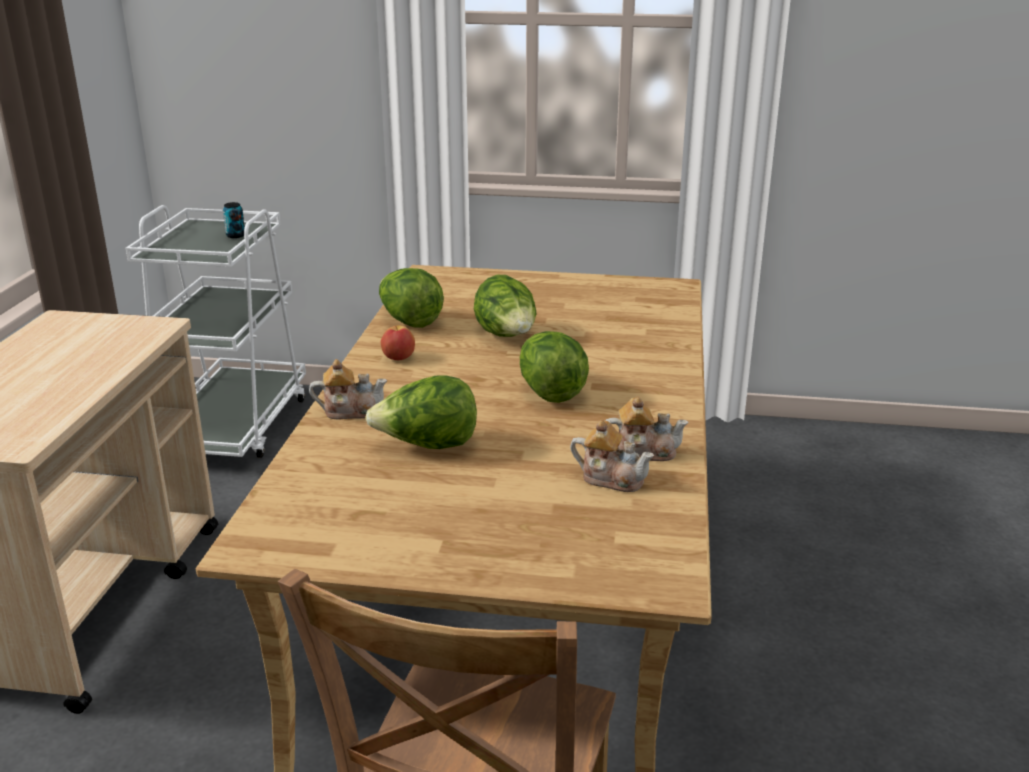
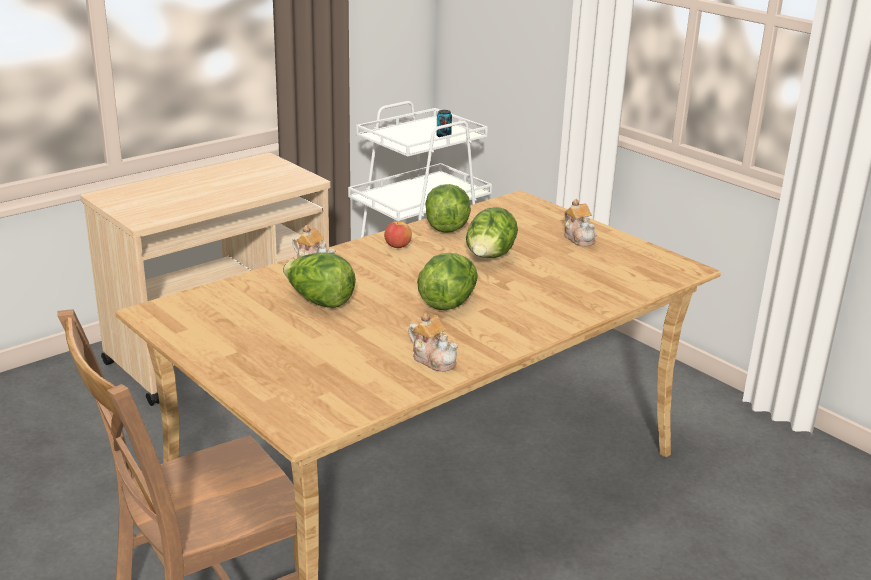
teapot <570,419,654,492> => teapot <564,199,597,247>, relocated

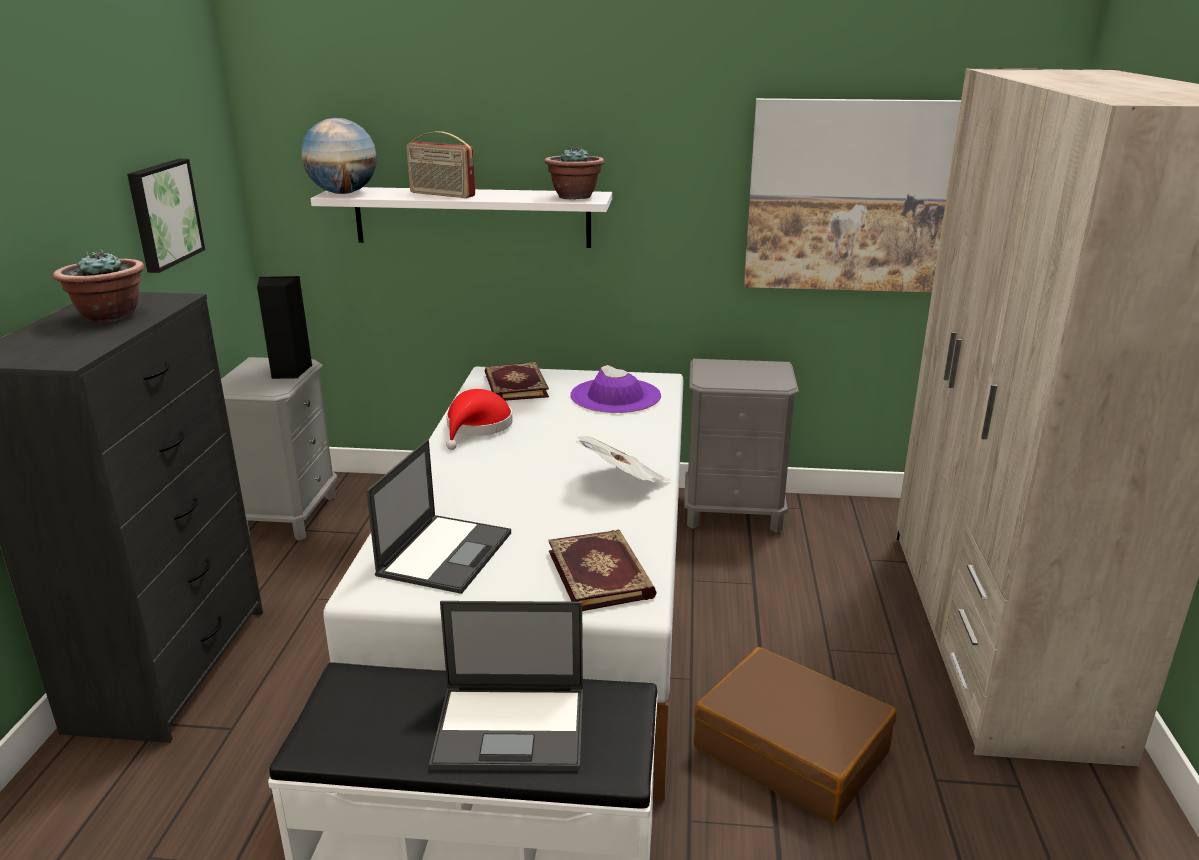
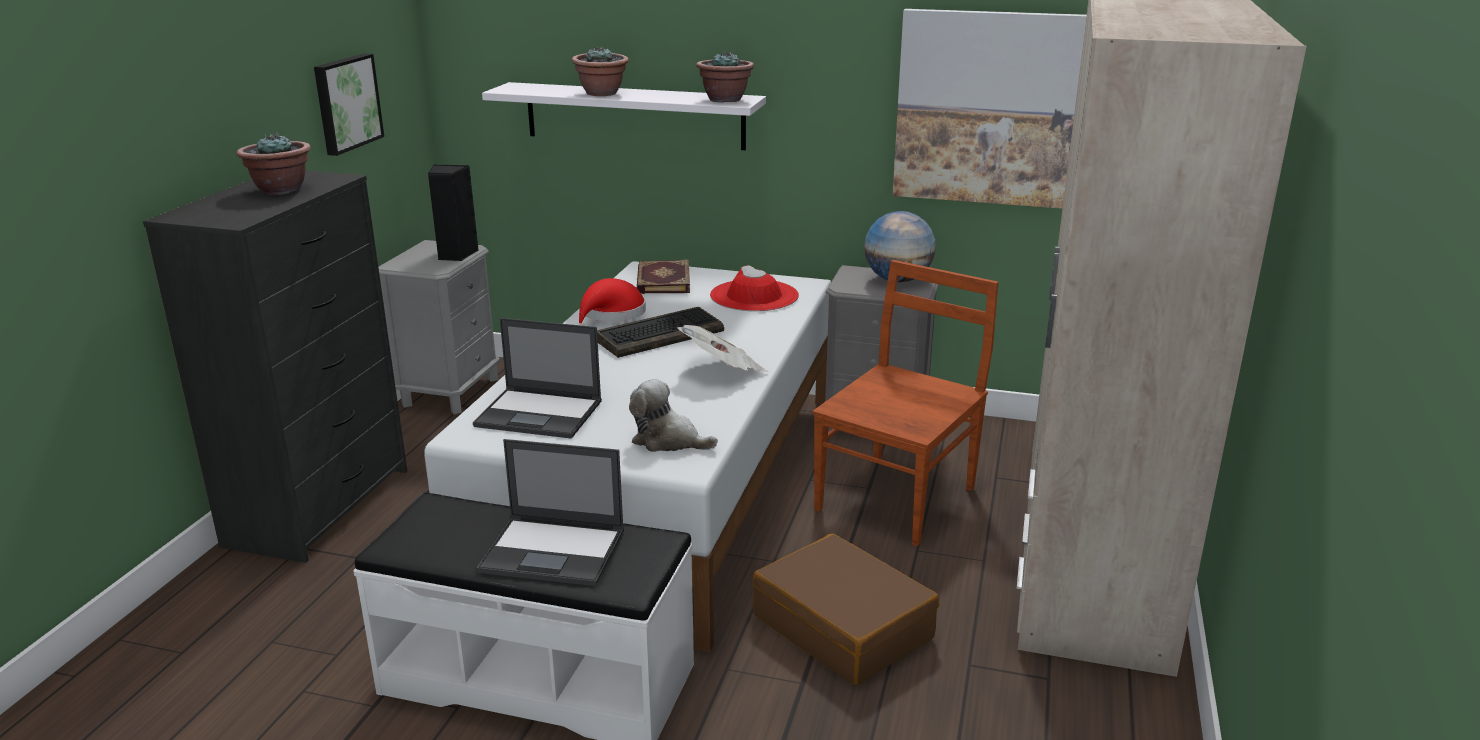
laptop <366,439,511,594> => laptop <473,318,602,439>, 75 degrees clockwise
radio <406,131,475,198> => potted plant <572,46,629,96>
nothing => keyboard <597,307,724,358>
book <548,530,657,611> => plush toy <629,379,718,452>
purple hat <570,365,661,413> => red hat <710,265,799,311>
nothing => brown chair <812,260,999,546>
globe <301,118,377,194> => globe <864,211,936,282>, relocated

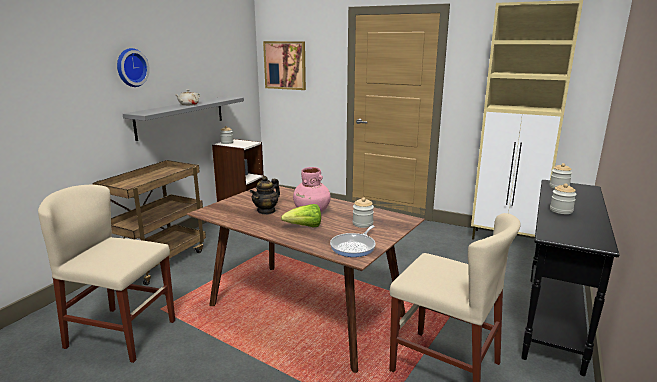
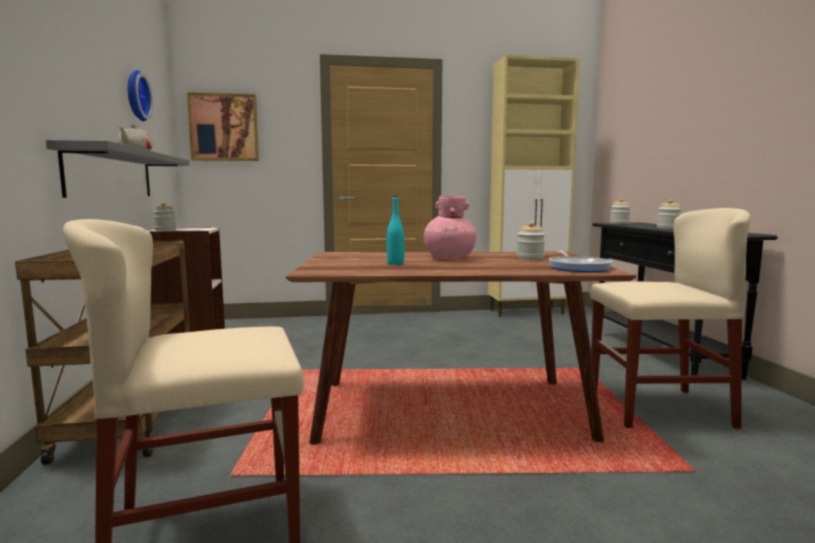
wall clock <117,48,150,87> => wall clock <127,70,153,121>, relocated
teapot <250,176,280,215> => turquoise bottle <387,196,405,265>
lettuce <281,204,321,228> => nothing

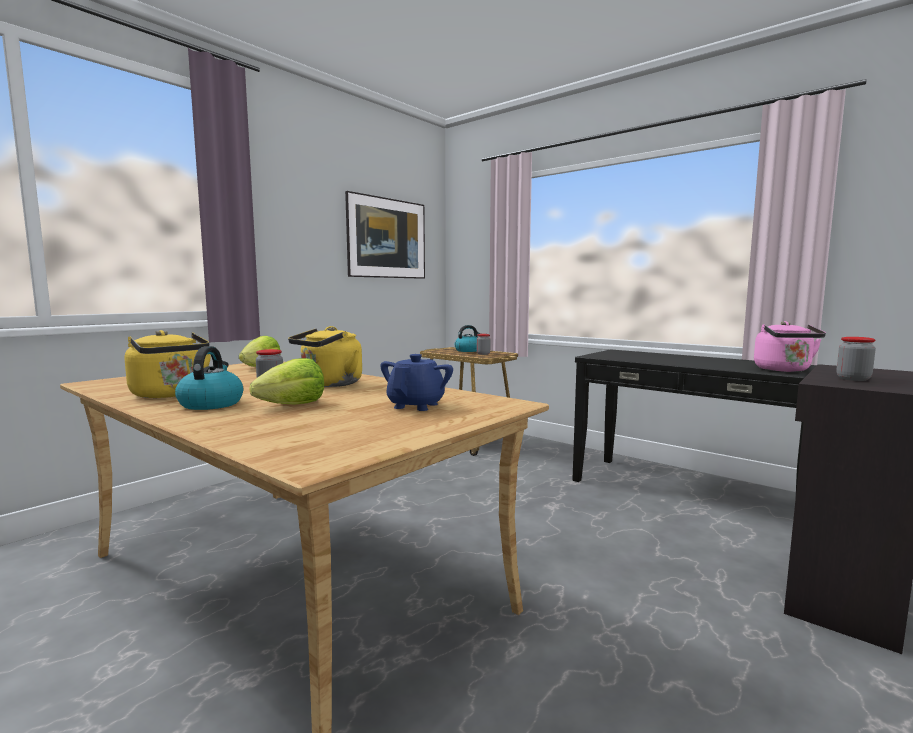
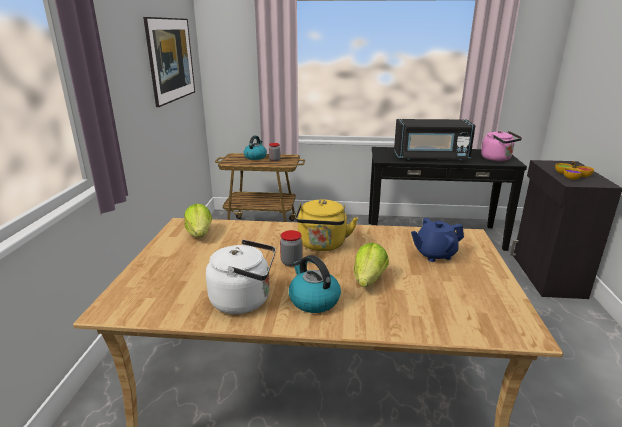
yellow kettle <125,330,211,398> => white kettle <206,239,276,314>
nothing => black microwave <394,119,476,160>
blue teapot <380,354,453,411> => blue teapot <411,218,464,262>, 90 degrees counterclockwise
jar <837,337,876,381> => bowl <555,161,594,180>

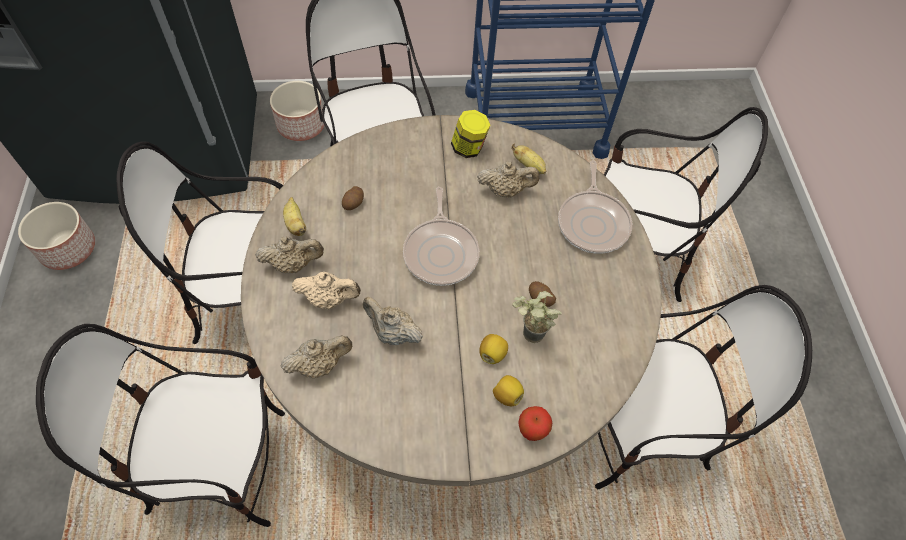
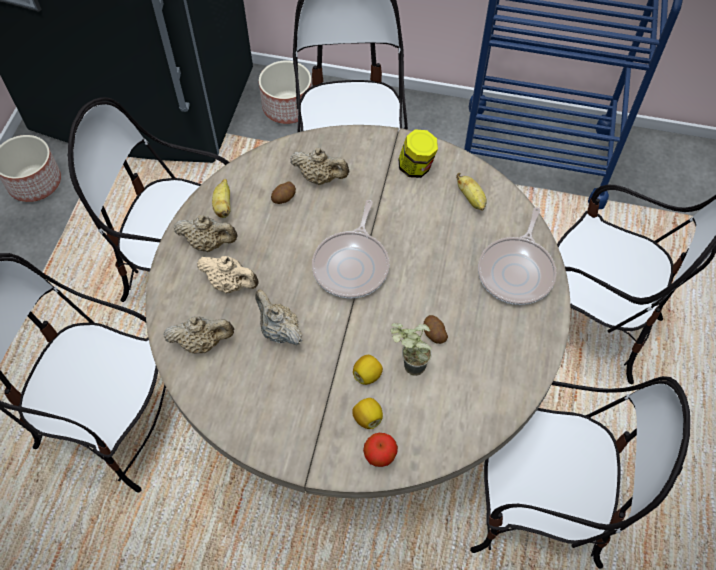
beige teapot <477,161,540,198> => beige teapot <290,148,349,185>, relocated

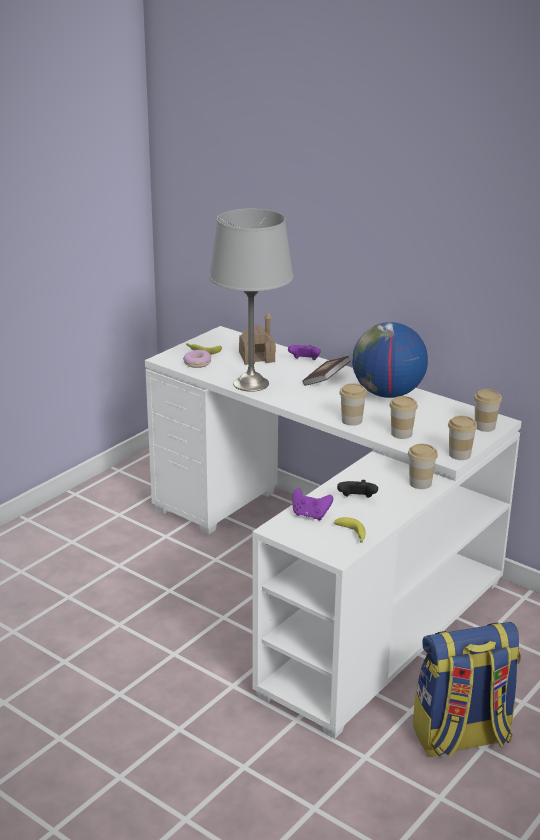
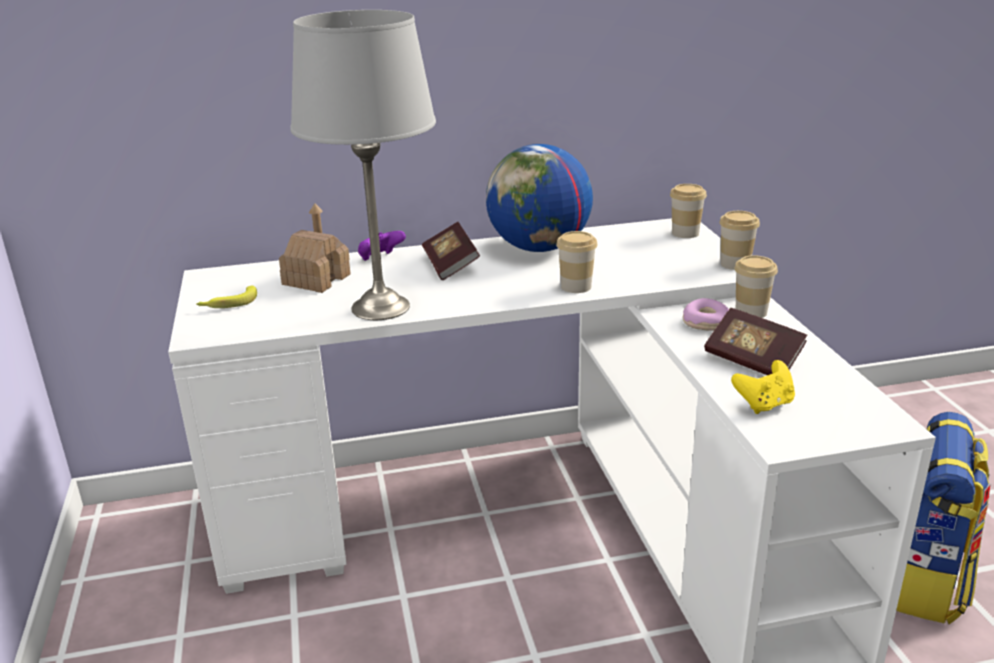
donut <183,350,211,368> => donut <683,298,729,331>, relocated
black game controller <337,480,378,498> => book <704,308,807,375>
purple game controller <292,488,333,521> => yellow game controller <731,360,795,414>
banana <334,517,366,543> => nothing
cup <389,396,418,439> => nothing

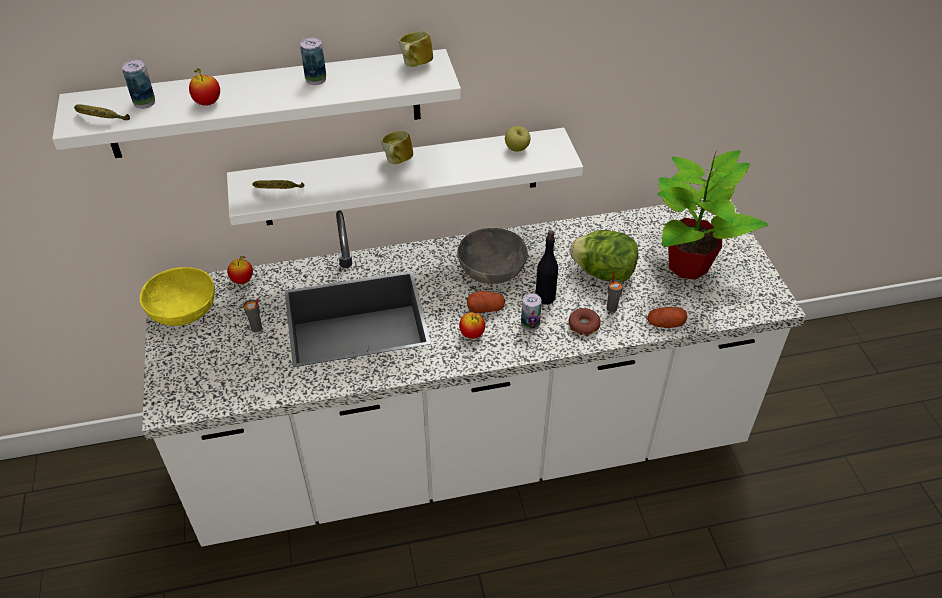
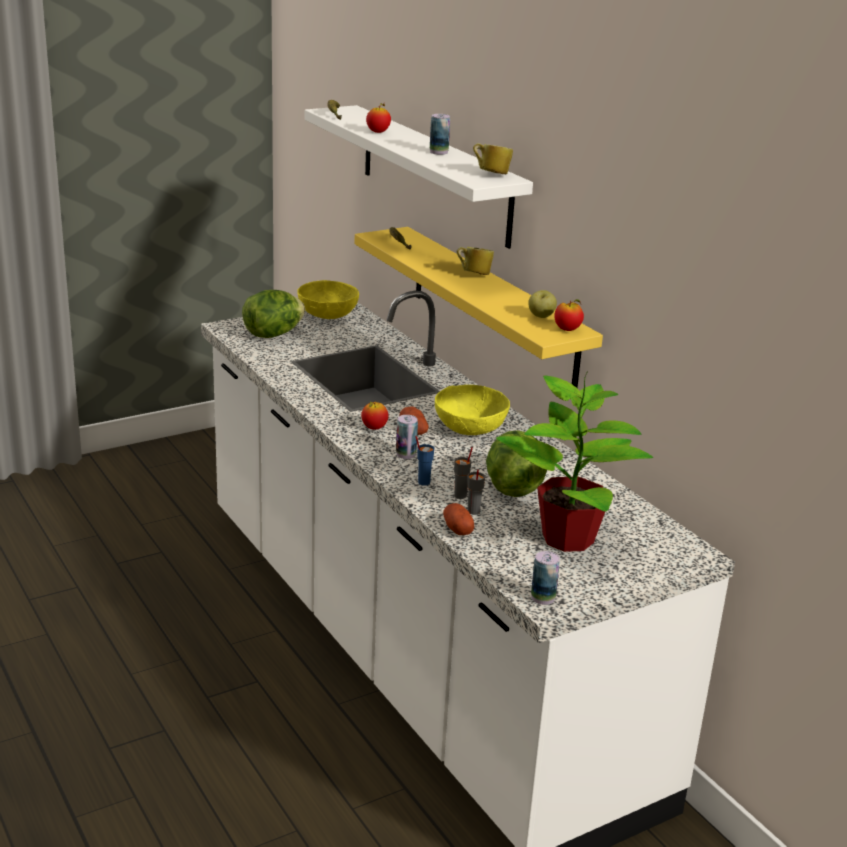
nothing => lettuce <242,290,305,338>
white shelf <227,128,583,225> => yellow shelf <354,227,603,388>
donut <569,308,601,337> => blue cup <415,436,434,486>
grey bowl <457,228,528,284> => yellow bowl <435,385,510,435>
grey cup <243,298,262,332> => grey cup <467,469,485,515>, relocated
can <122,60,155,109> => can <531,551,560,605>, relocated
apple <227,256,253,284> => apple <554,299,584,331>, relocated
black bottle <536,230,558,305> => nothing

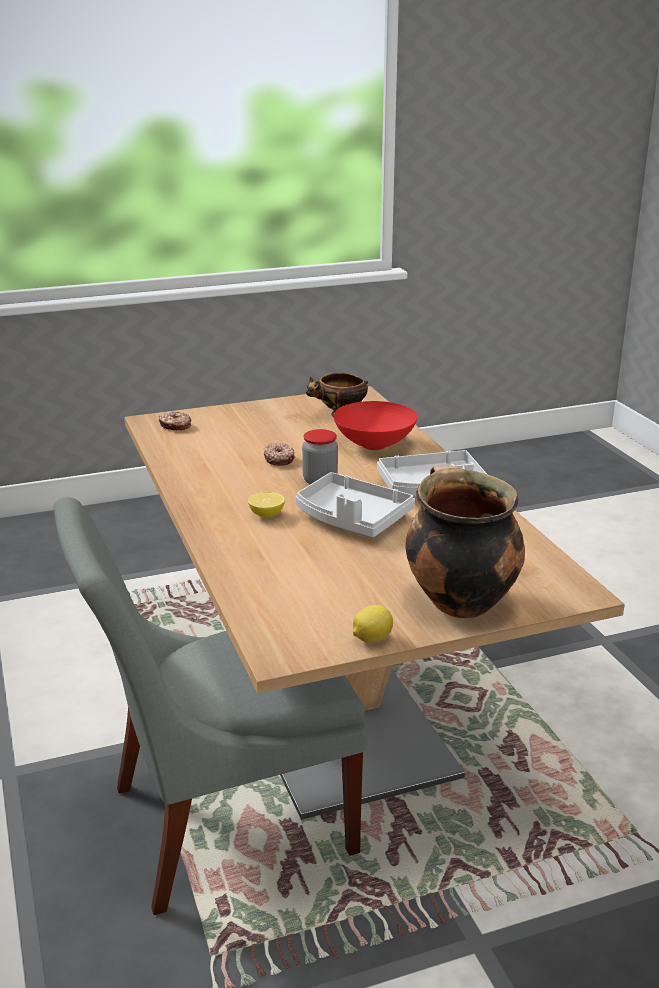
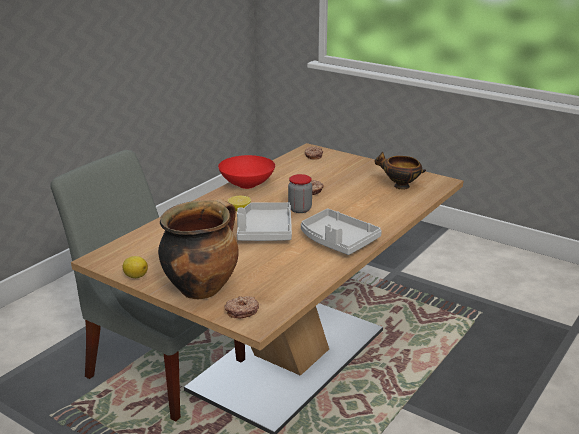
red bowl <333,401,417,450> => red bowl <218,155,275,189>, relocated
nothing => donut <225,296,259,319>

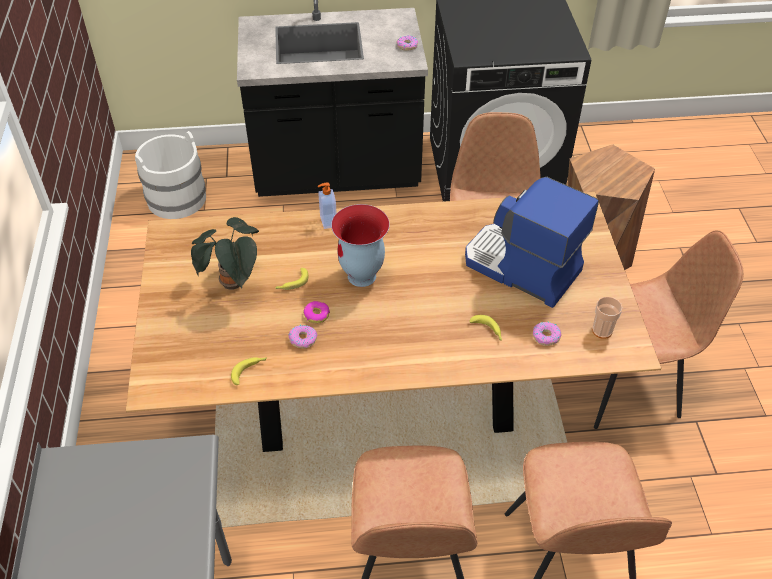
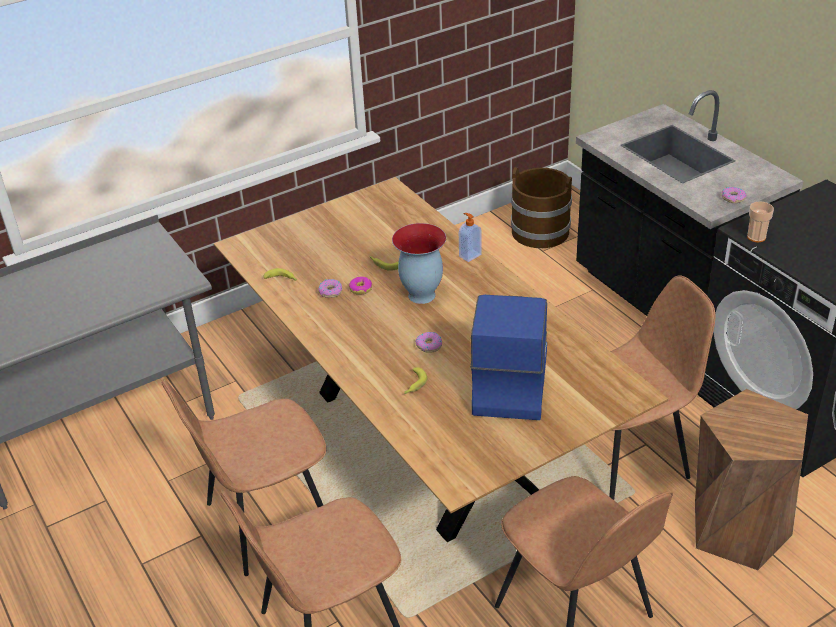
donut <533,322,561,346> => donut <415,332,442,353>, relocated
white bucket <135,131,206,219> => brown bucket <511,167,572,248>
cup <592,297,622,339> => cup <747,201,774,243>, relocated
potted plant <191,217,259,290> => nothing

